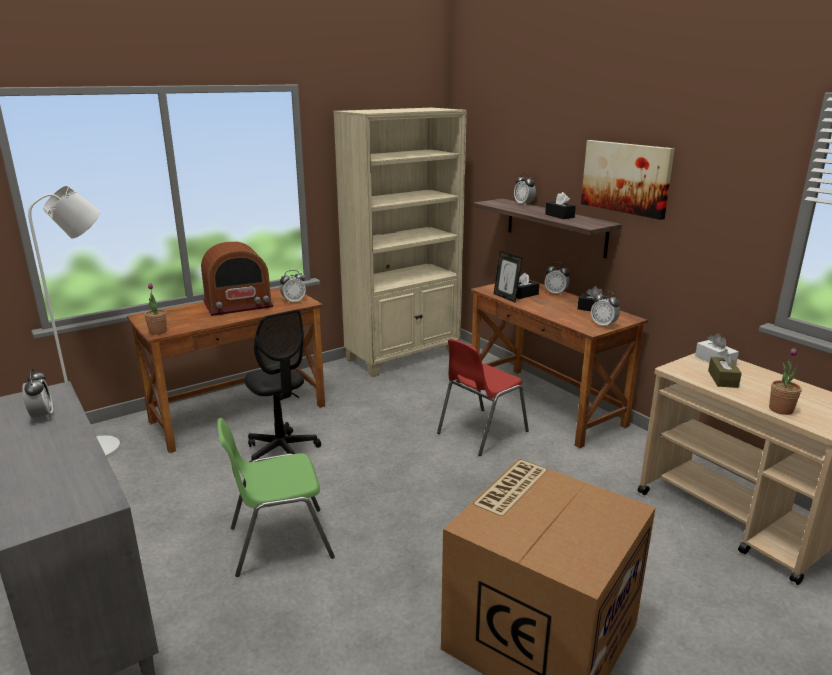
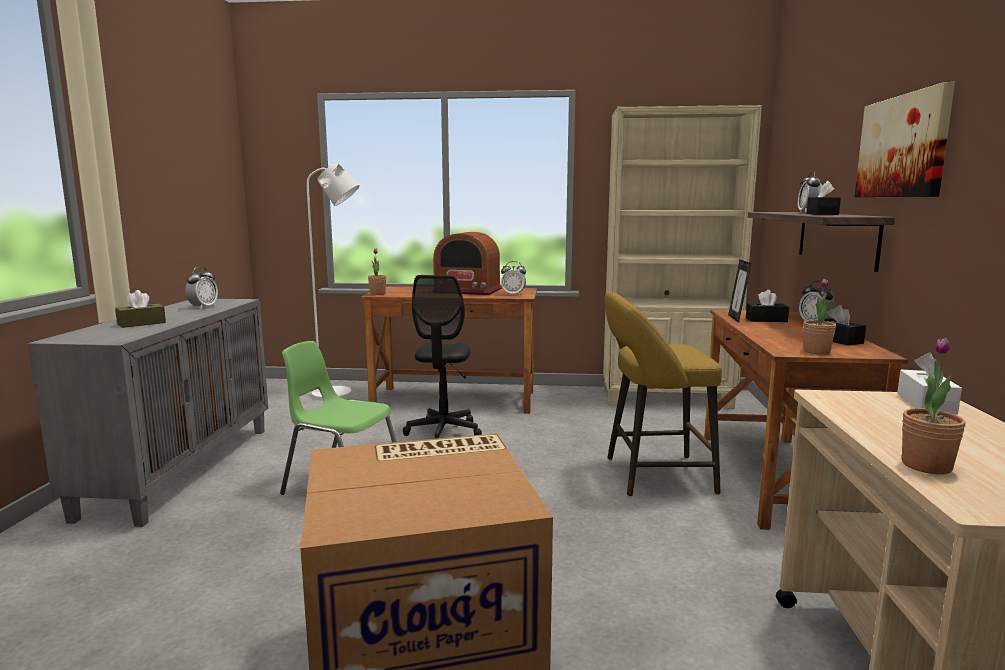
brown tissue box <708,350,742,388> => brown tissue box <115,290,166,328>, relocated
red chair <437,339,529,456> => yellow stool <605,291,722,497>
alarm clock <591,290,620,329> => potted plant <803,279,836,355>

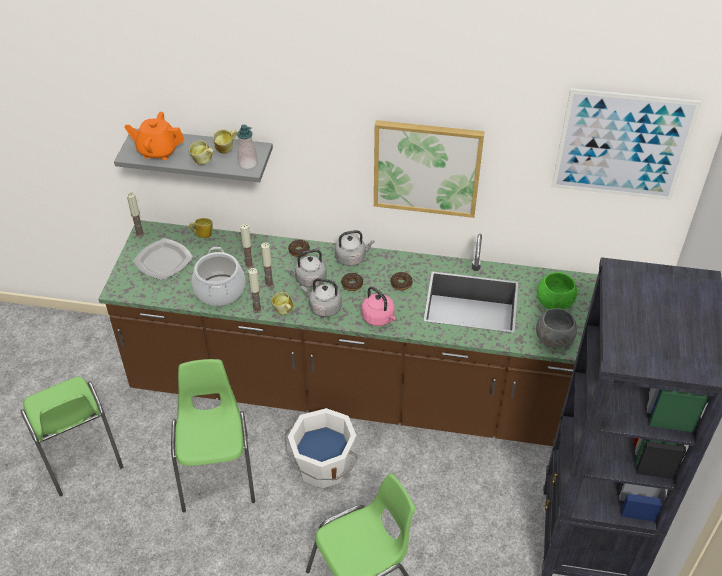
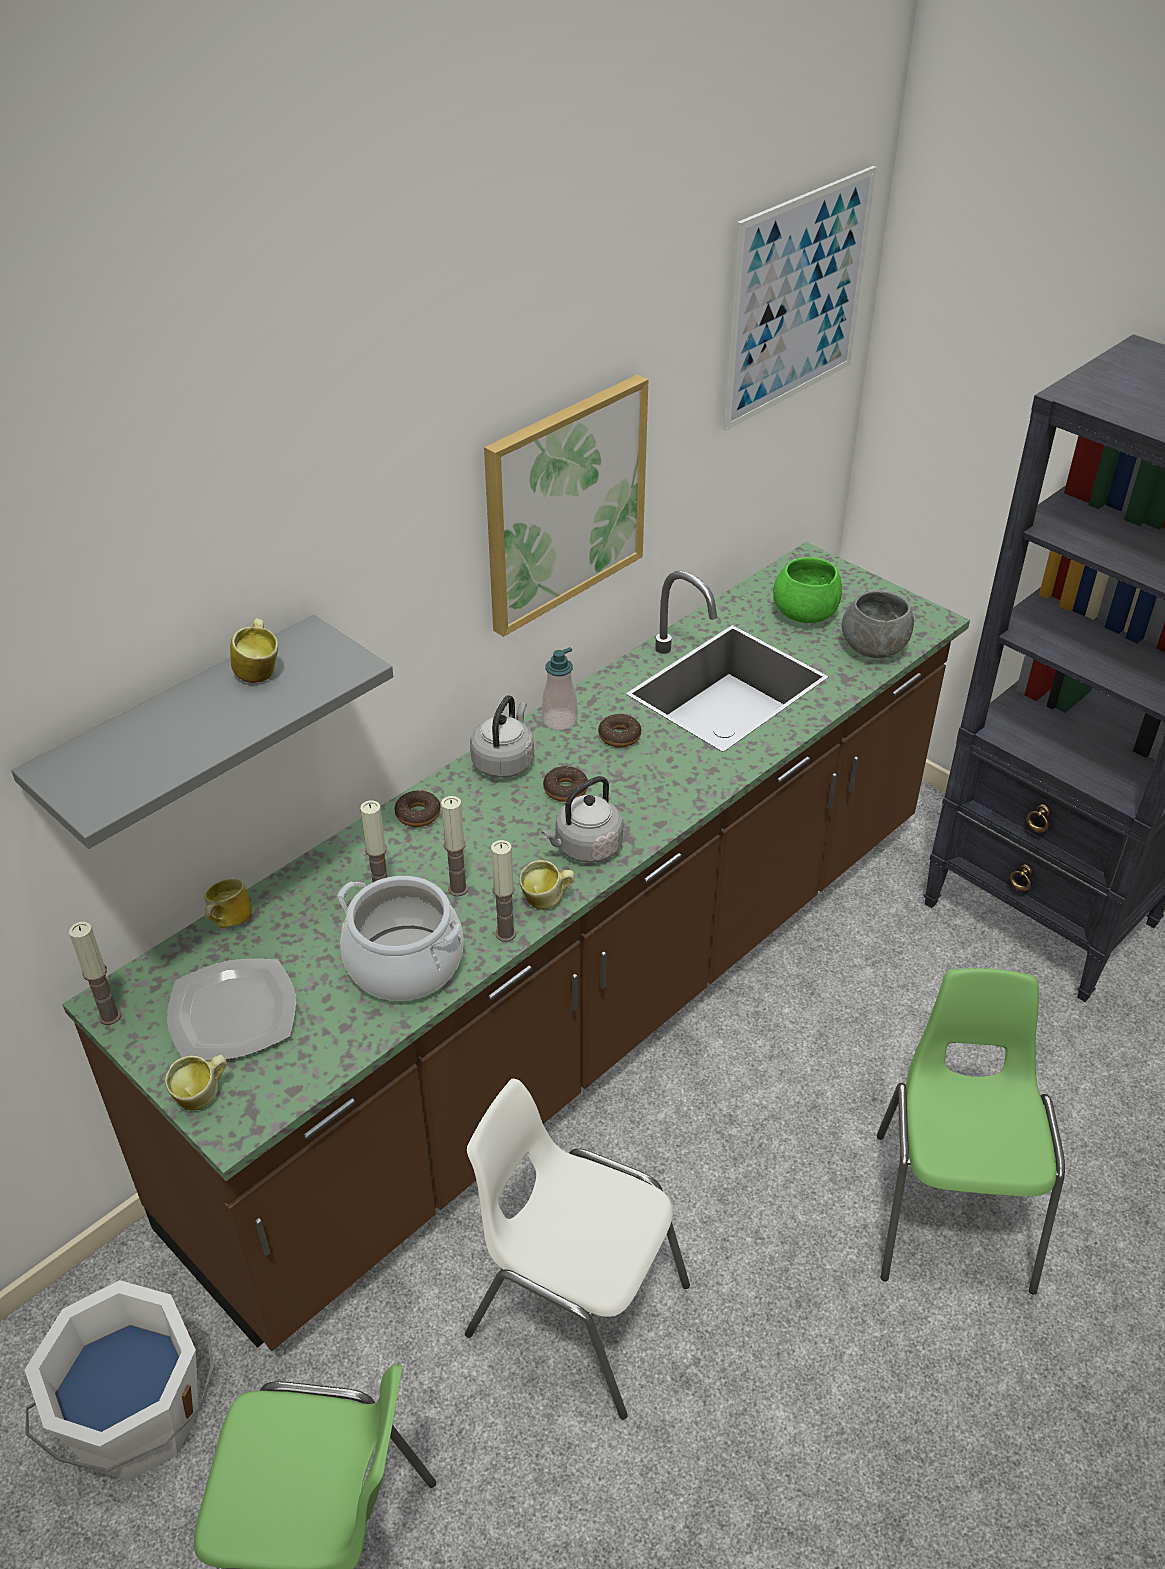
white bucket <285,408,358,488> => white bucket <25,1280,214,1481>, relocated
mug <189,140,214,165> => mug <165,1055,227,1110>, relocated
green chair <171,359,255,512> => white chair <465,1079,690,1420>
soap dispenser <237,125,258,169> => soap dispenser <542,647,577,730>, relocated
orange teapot <124,112,184,160> => nothing
grey kettle <285,249,327,288> => nothing
pink kettle <362,286,396,326> => nothing

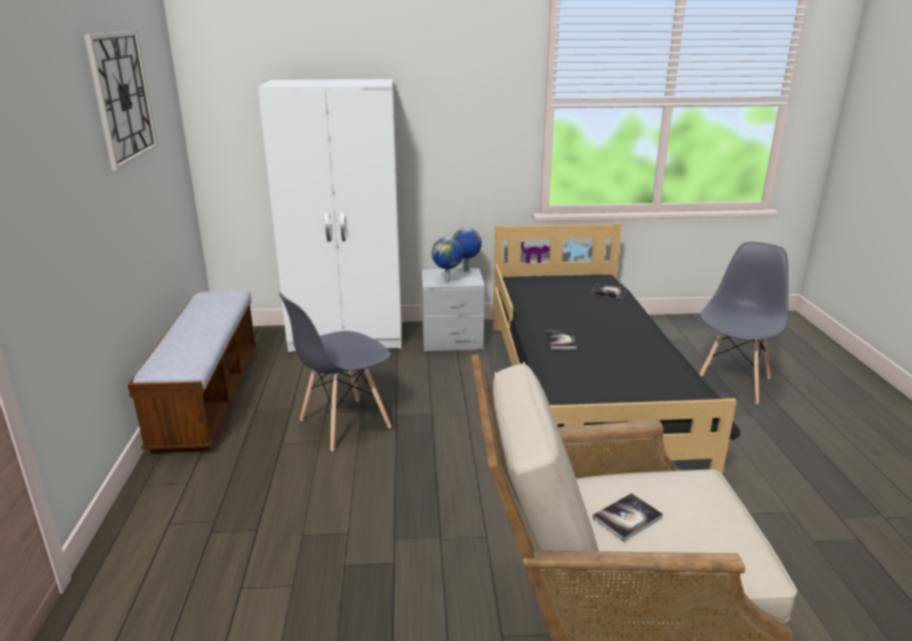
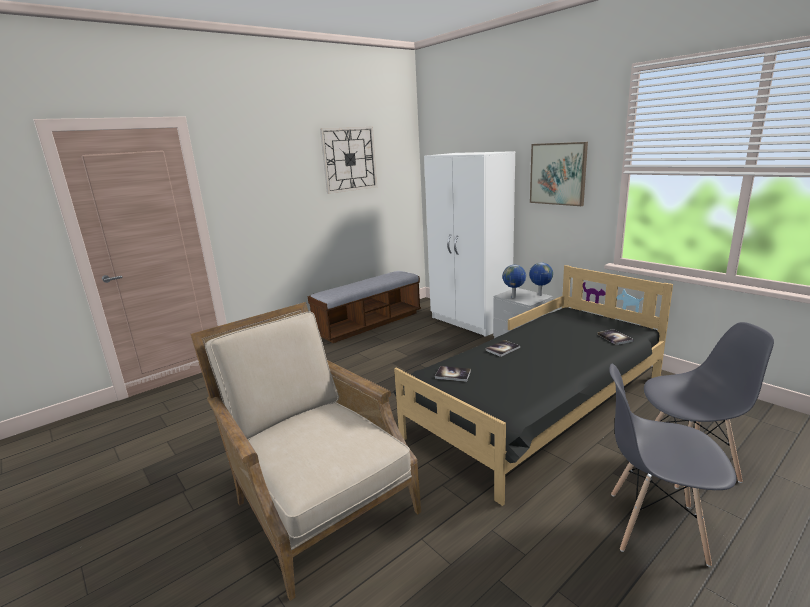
book <593,493,663,542> => book <435,366,471,382>, relocated
nothing => picture <530,142,588,206>
grey chair <279,293,391,451> => grey chair <609,364,736,567>, relocated

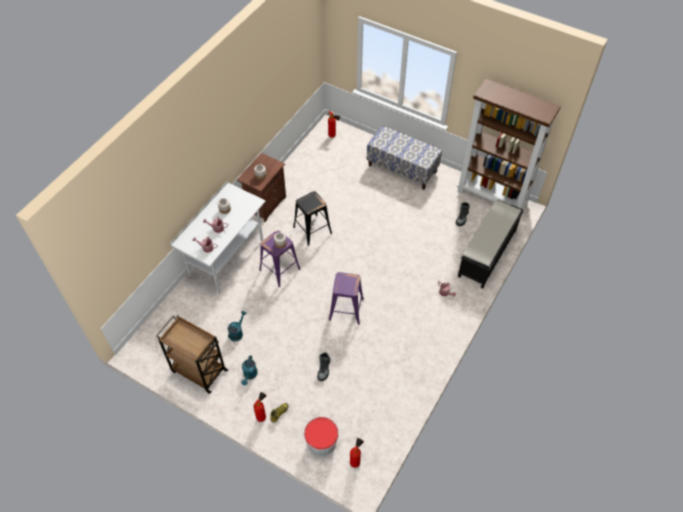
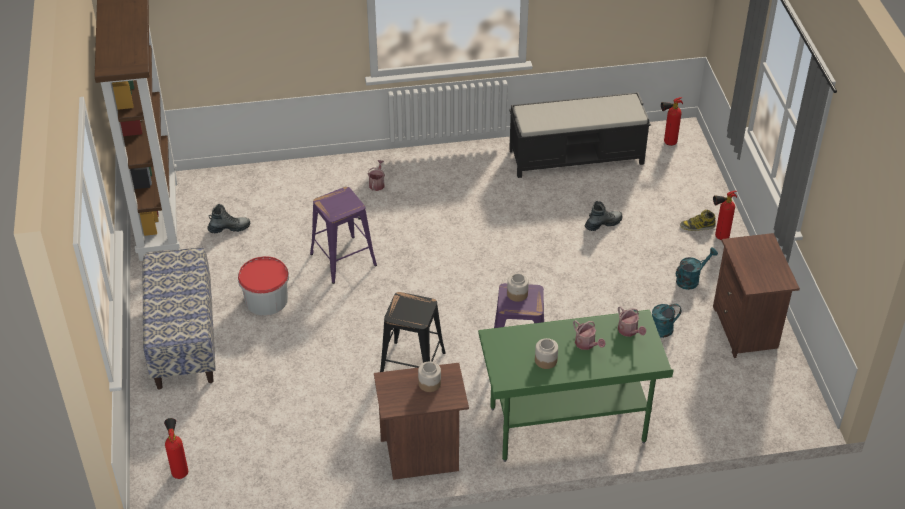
bucket <304,417,339,456> => bucket <238,256,289,316>, relocated
purple stool <329,272,364,325> => purple stool <310,187,377,284>, relocated
white desk <170,180,265,293> => green desk <478,310,674,462>
black bench <458,200,523,288> => black bench <509,92,651,178>, relocated
brown cart <156,315,228,394> => brown nightstand <713,233,800,358>

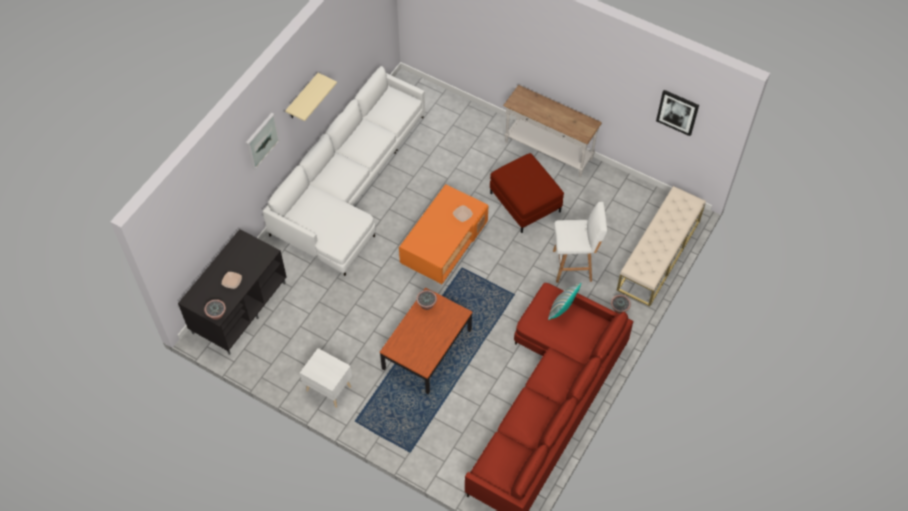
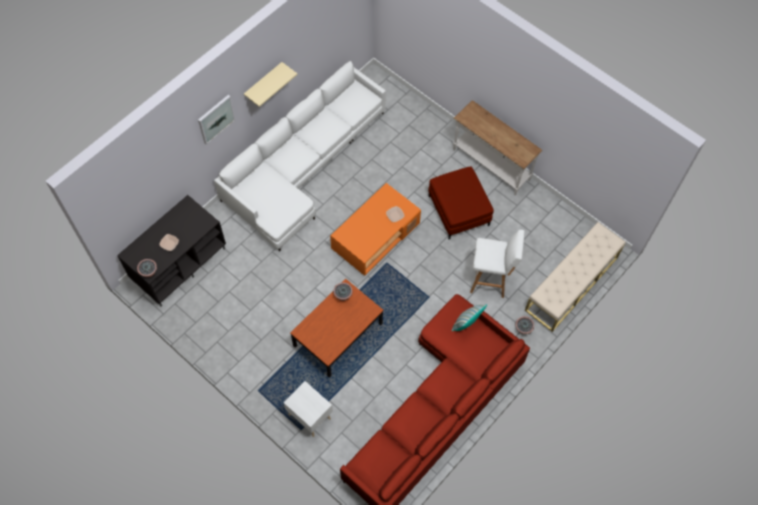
white nightstand <300,348,352,408> => white nightstand <283,381,333,437>, relocated
picture <656,90,699,136> => nothing

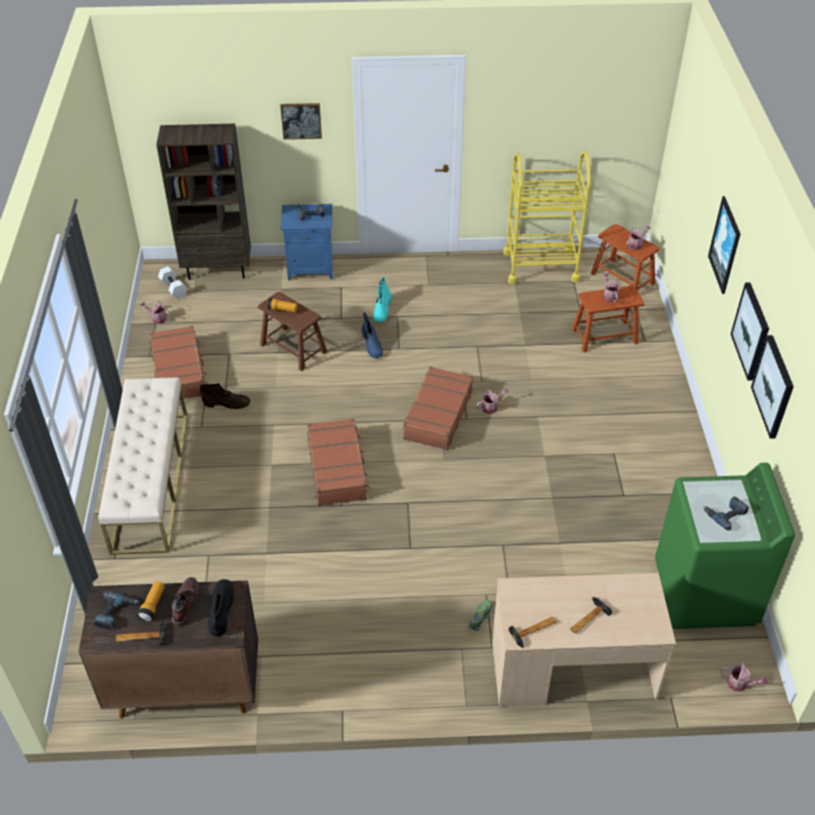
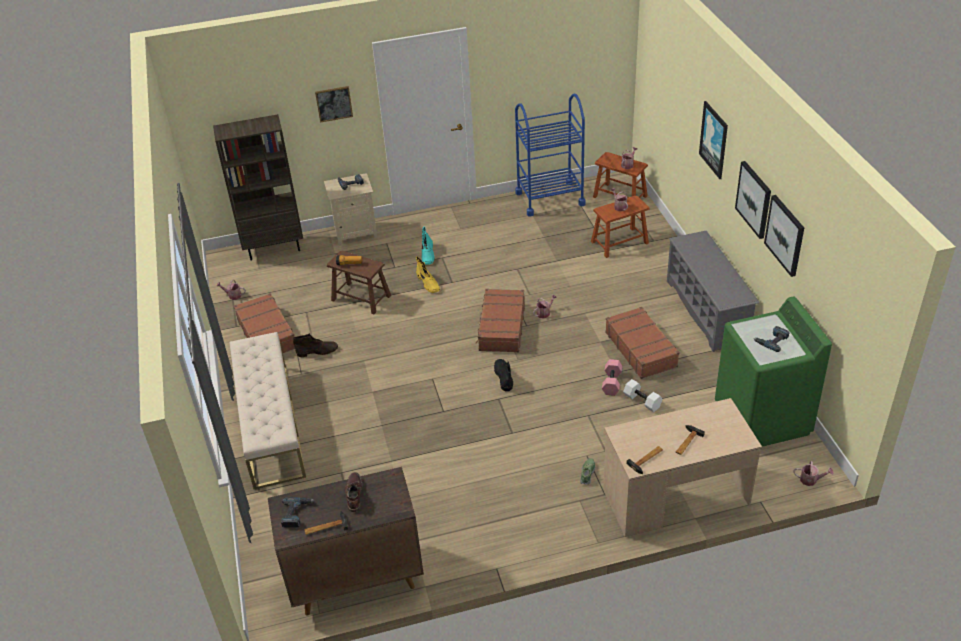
blue nightstand <281,204,333,280> => beige nightstand <324,173,378,246>
blue boot <362,312,383,358> => yellow boot <416,256,440,293>
black boot <208,579,234,636> => black boot <494,359,513,391>, relocated
yellow cart <503,151,591,284> => blue cart <515,94,586,216>
nothing => pink dumbbell <602,359,622,396>
brown suitcase <307,418,370,506> => brown suitcase <605,307,680,379>, relocated
white dumbbell <158,266,187,299> => white dumbbell <623,379,662,412>, relocated
nothing => grey shoe rack <667,231,759,352>
flashlight <137,581,165,622> => nothing

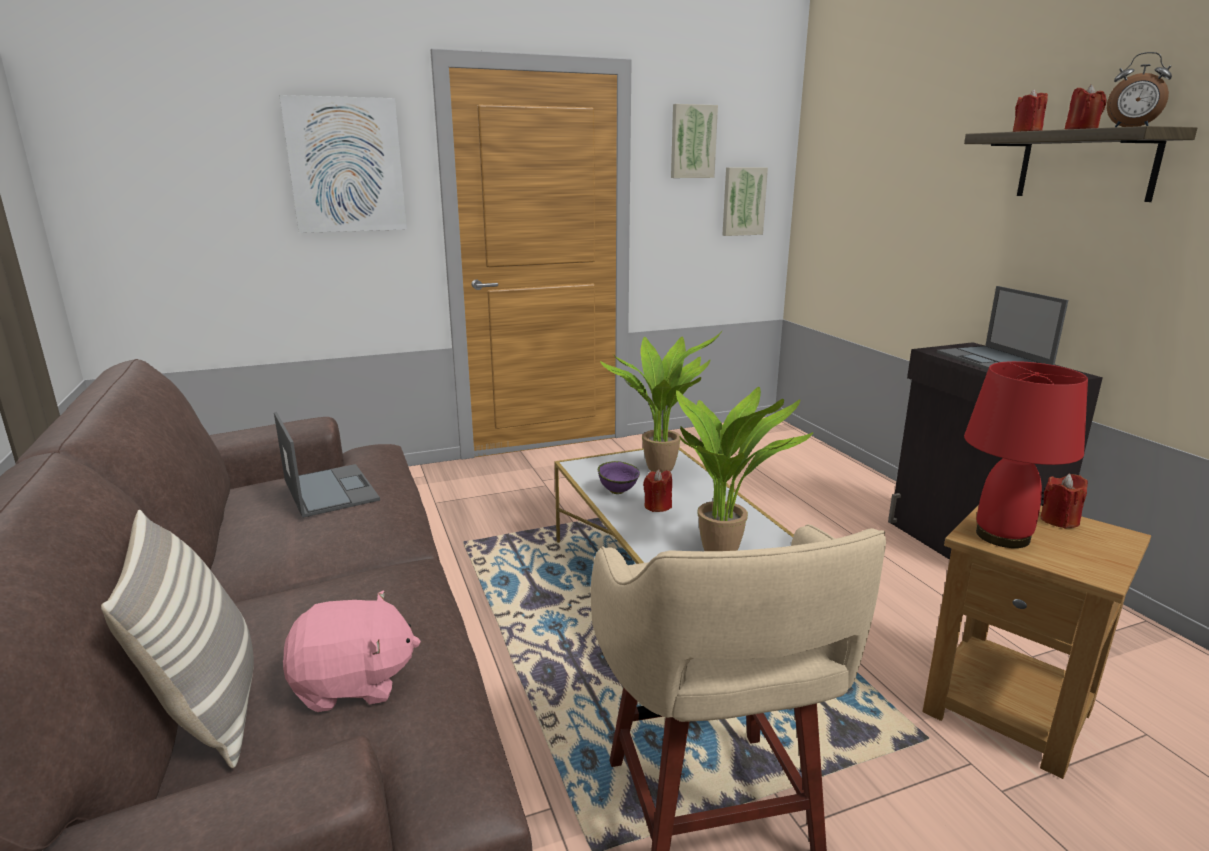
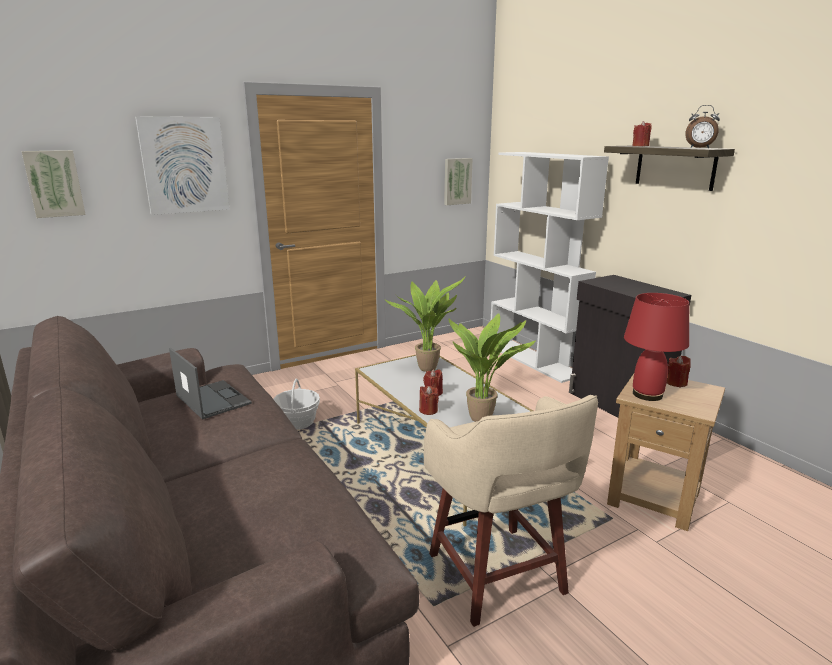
picture <671,104,718,178> => picture <22,150,85,218>, relocated
nothing => basket <274,378,320,430>
red candle <1065,84,1107,129> => red candle <419,386,439,415>, relocated
nothing => white bookcase <491,152,609,383>
pillow <101,510,254,768> => nothing
pink plush toy <283,590,421,712> => nothing
purple bowl <598,461,640,494> => nothing
laptop <937,286,1068,370> => nothing

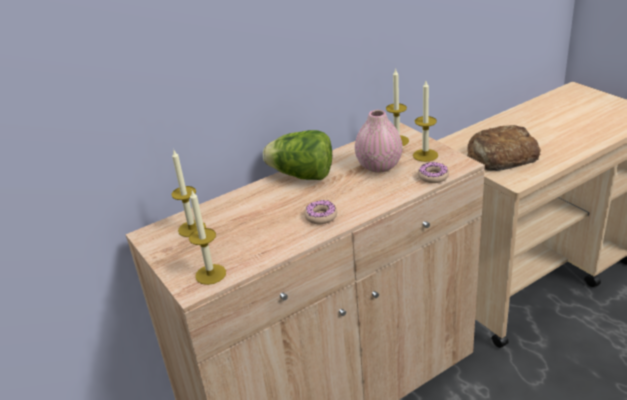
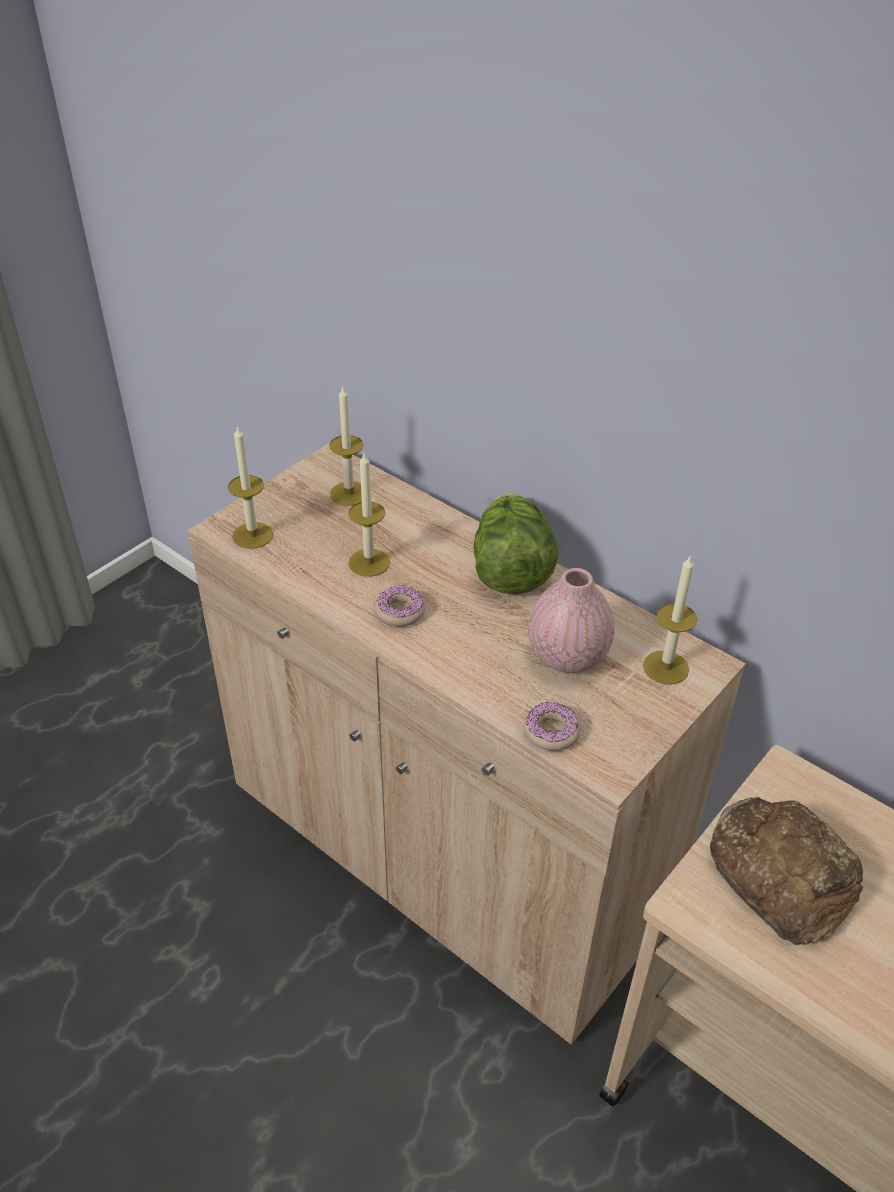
candle <413,81,438,162> => candle <348,453,390,577>, relocated

